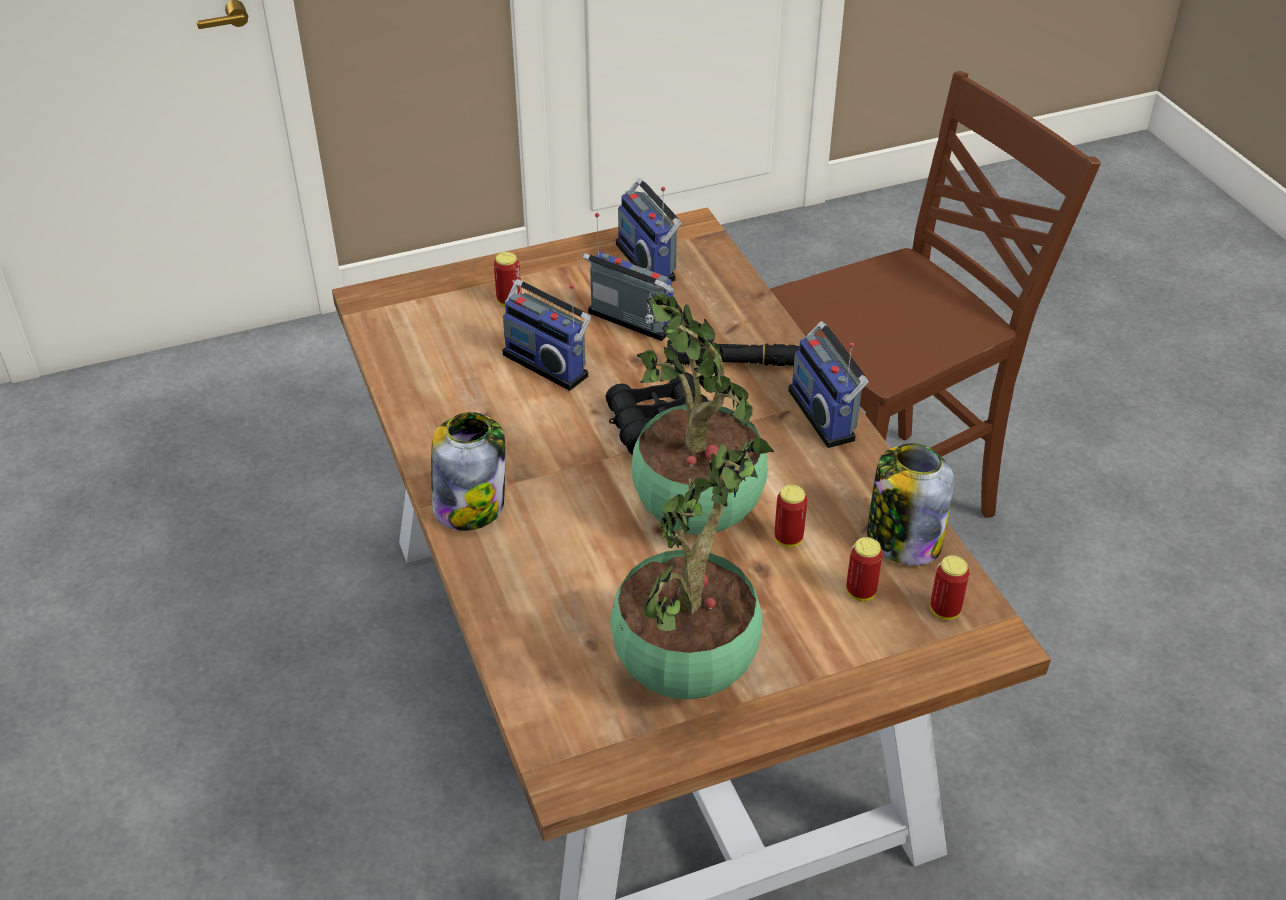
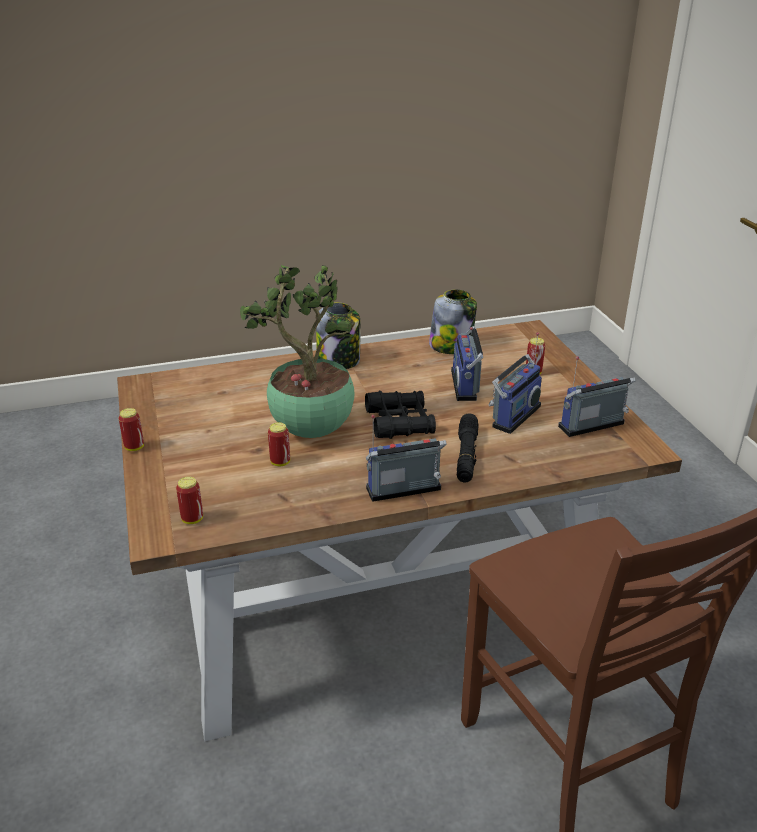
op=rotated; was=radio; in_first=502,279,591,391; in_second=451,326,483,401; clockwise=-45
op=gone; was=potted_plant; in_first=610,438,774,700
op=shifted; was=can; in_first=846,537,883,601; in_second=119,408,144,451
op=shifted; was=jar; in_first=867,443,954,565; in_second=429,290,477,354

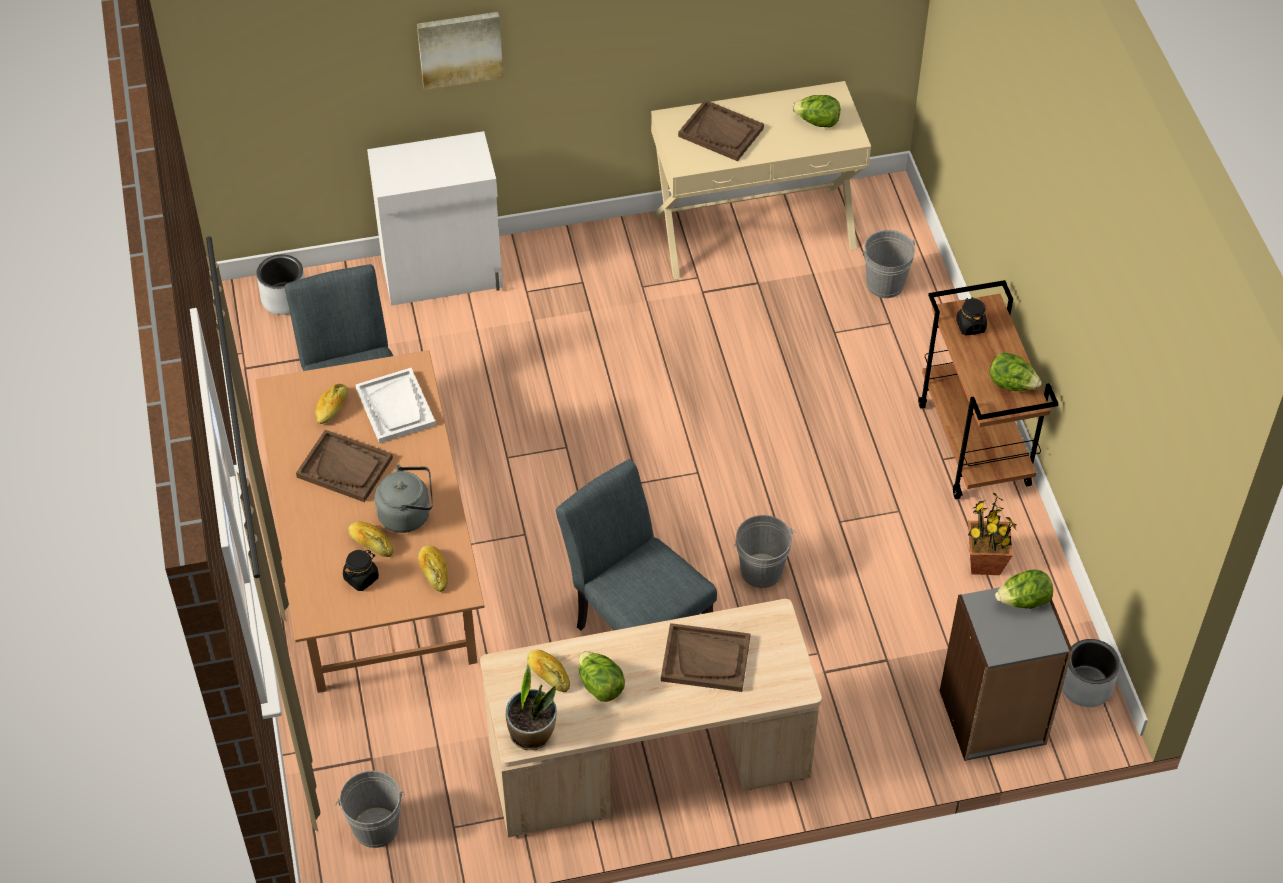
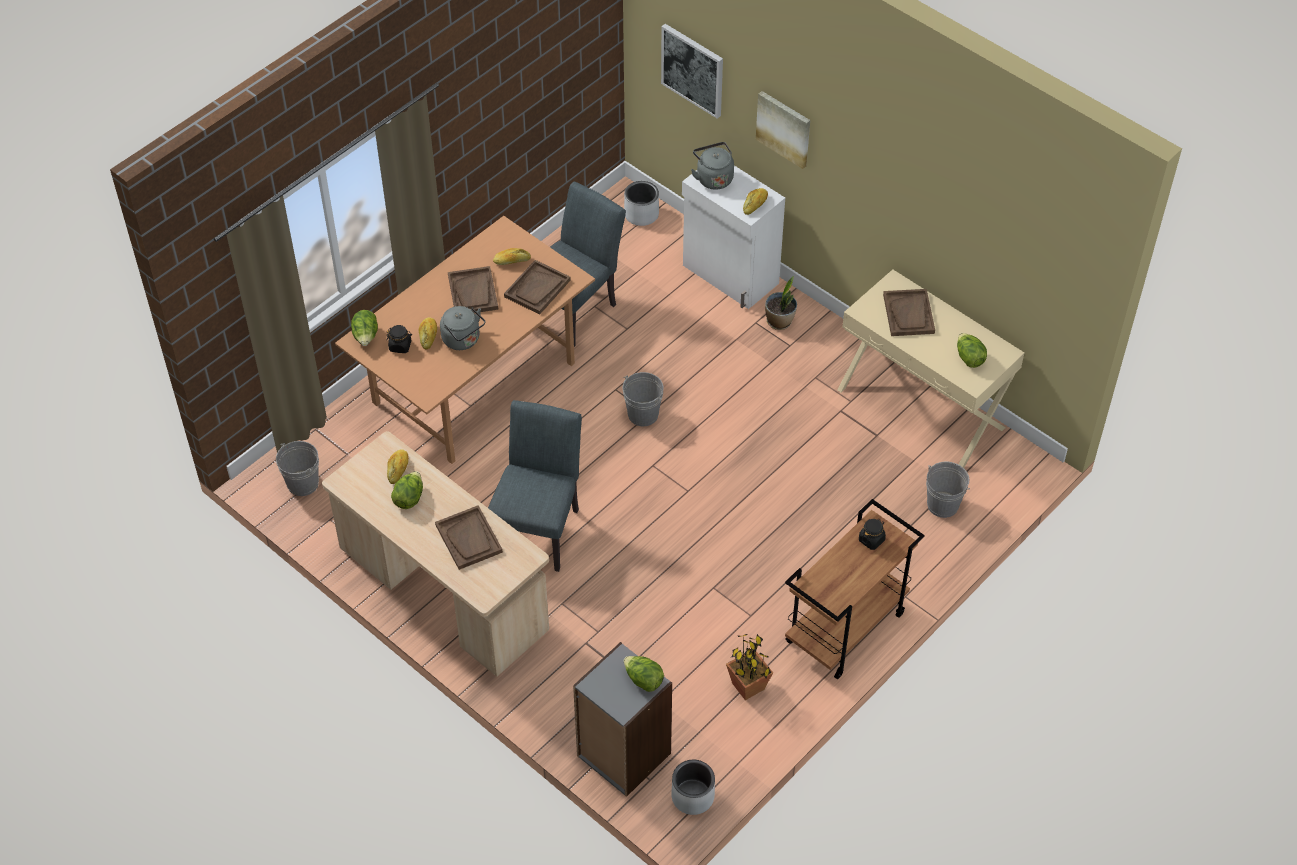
op=repainted; was=white_tray; now=brown_tray; in_first=356,368,436,443; in_second=504,260,571,315
op=shifted; was=bread; in_first=418,546,448,592; in_second=743,188,768,215
op=shifted; was=potted_plant; in_first=506,664,557,750; in_second=765,276,797,330
op=shifted; was=grey_bucket; in_first=734,515,795,588; in_second=623,372,664,426
op=shifted; was=lettuce; in_first=990,352,1042,391; in_second=351,310,378,346
op=new; now=picture; in_second=661,24,723,119
op=new; now=grey_kettle; in_second=691,142,734,190

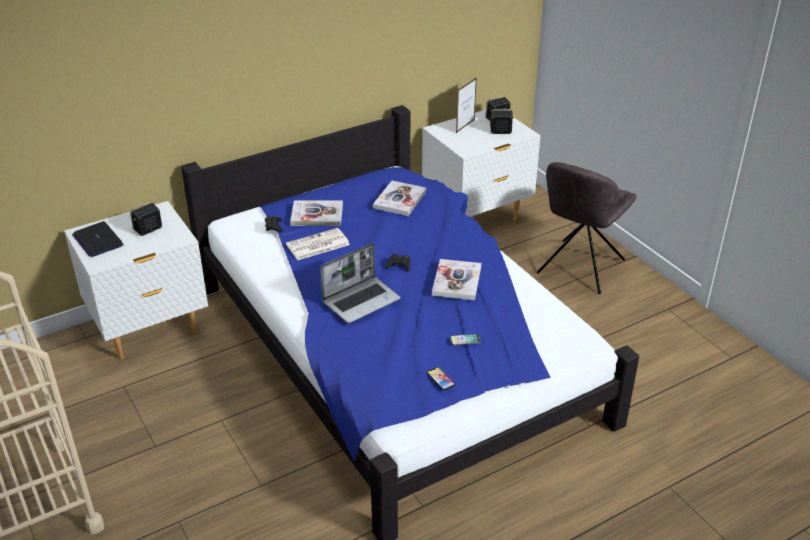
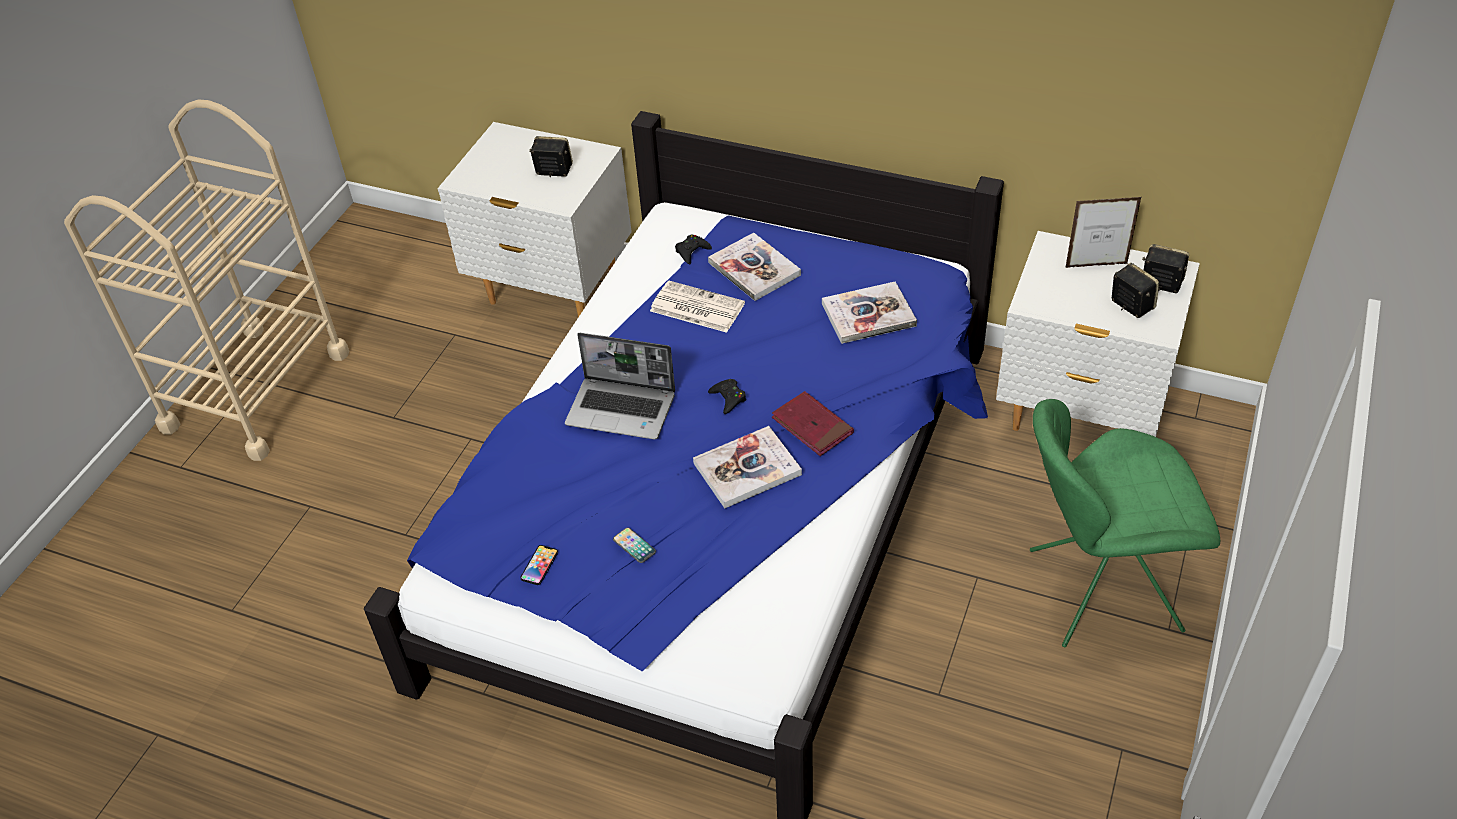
op=gone; was=laptop; in_first=72,221,124,257
op=repainted; was=grey_chair; now=green_chair; in_first=537,162,637,294; in_second=1030,399,1220,647
op=new; now=red_book; in_second=772,391,854,456

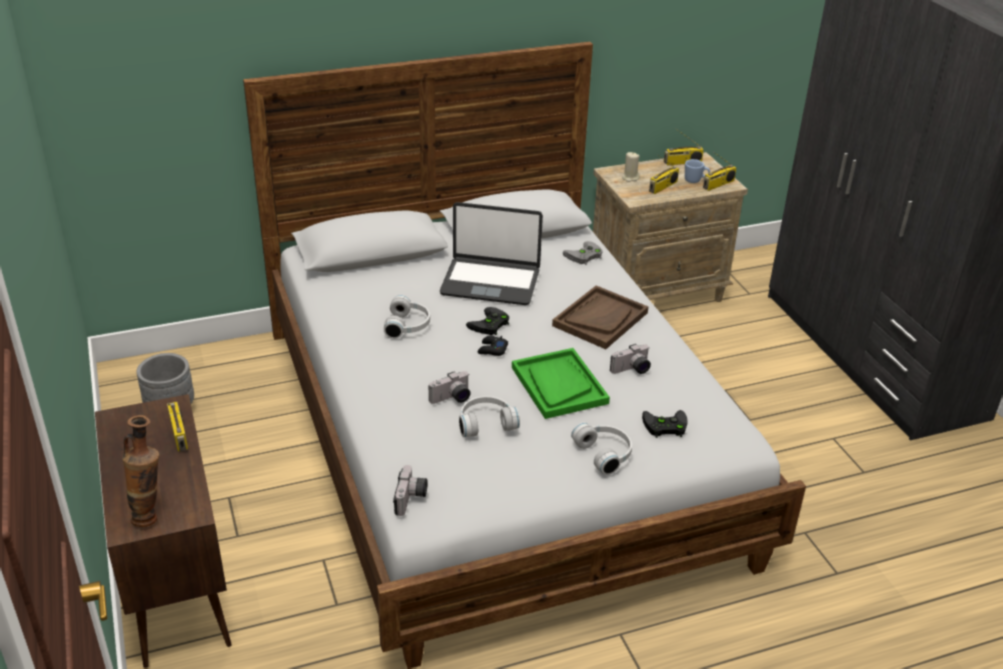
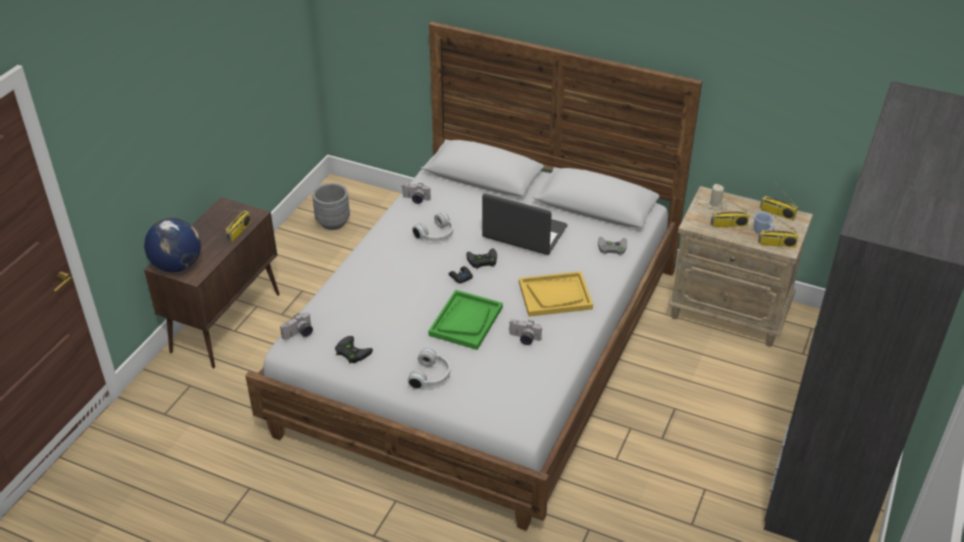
op=swapped; was=vase; now=globe; in_first=122,415,159,527; in_second=144,218,201,272
op=shifted; was=photo_camera; in_first=428,371,470,404; in_second=402,183,431,204
op=rotated; was=laptop; in_first=440,202,543,305; in_second=482,194,567,255; clockwise=150
op=gone; was=white_headphones; in_first=459,396,520,437
op=repainted; was=brown_tray; now=yellow_tray; in_first=552,286,648,349; in_second=519,271,593,317
op=shifted; was=black_game_controller; in_first=642,410,688,438; in_second=335,336,373,364

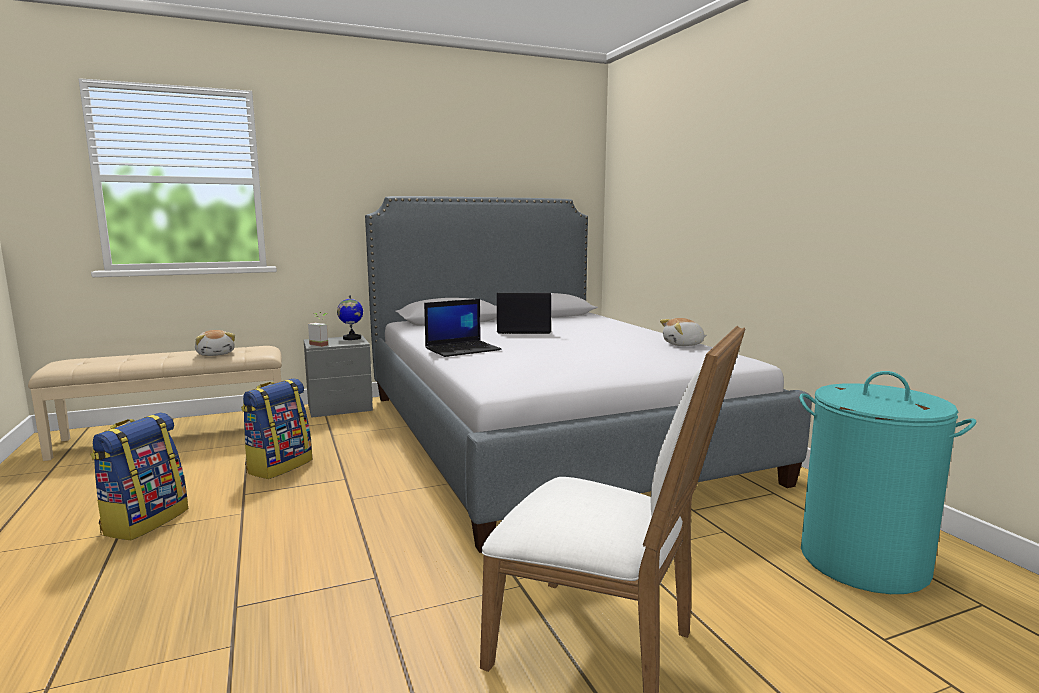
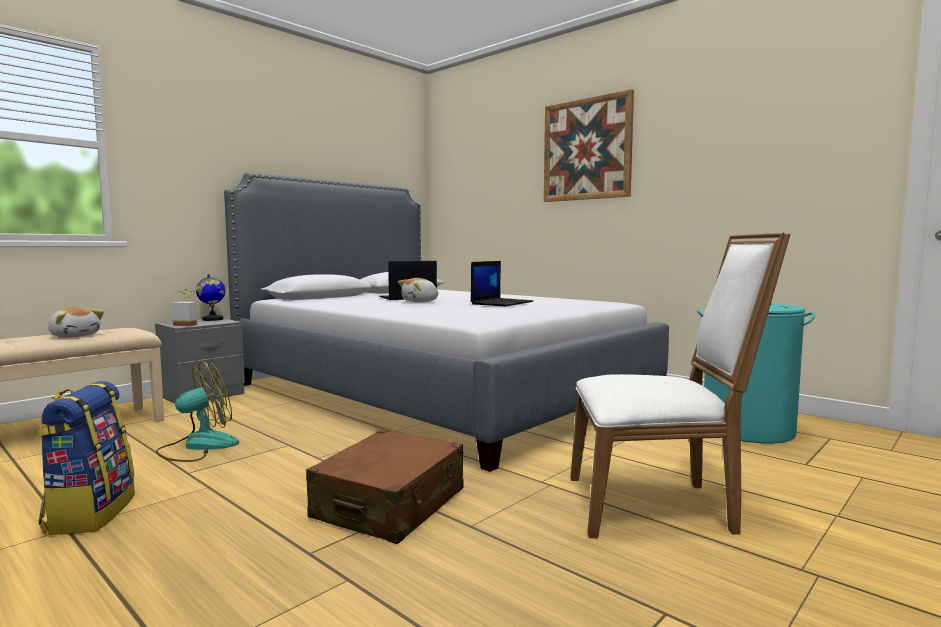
op=swapped; was=backpack; now=fan; in_first=241,378,312,479; in_second=156,361,239,462
op=shifted; was=laptop; in_first=424,299,501,357; in_second=471,261,533,307
op=shifted; was=plush_toy; in_first=660,318,707,346; in_second=398,278,439,302
op=new; now=brown_suitcase; in_second=306,429,464,544
op=new; now=picture; in_second=544,89,634,202

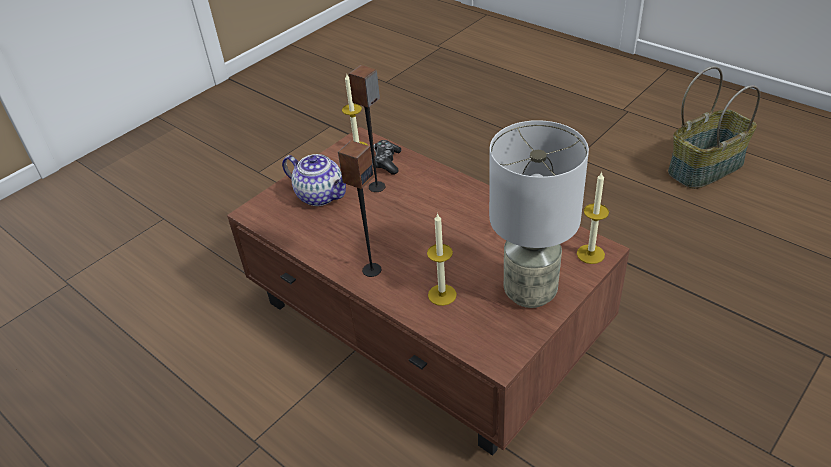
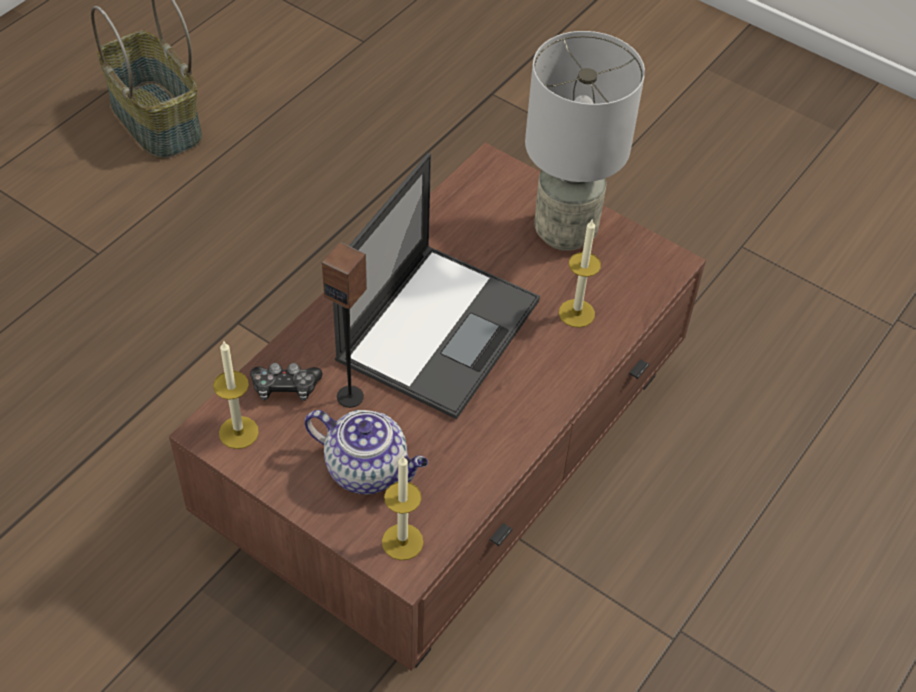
op=rotated; was=teapot; in_first=282,154,346,206; in_second=305,410,428,495; clockwise=90
op=gone; was=speaker; in_first=338,141,381,277
op=shifted; was=candle; in_first=577,171,609,264; in_second=382,456,424,560
op=new; now=laptop; in_second=333,153,540,419

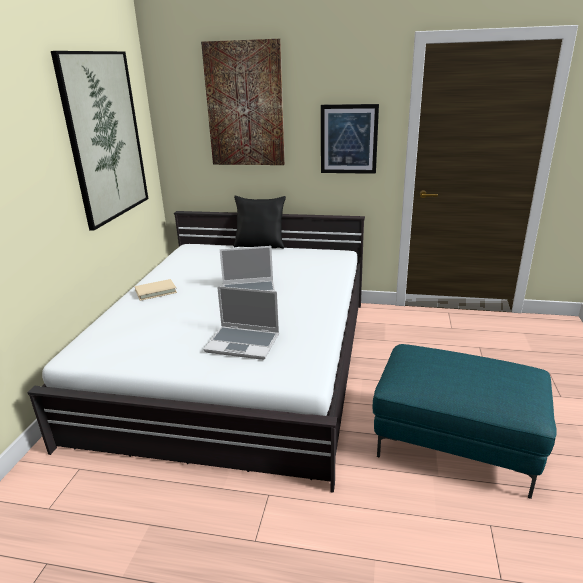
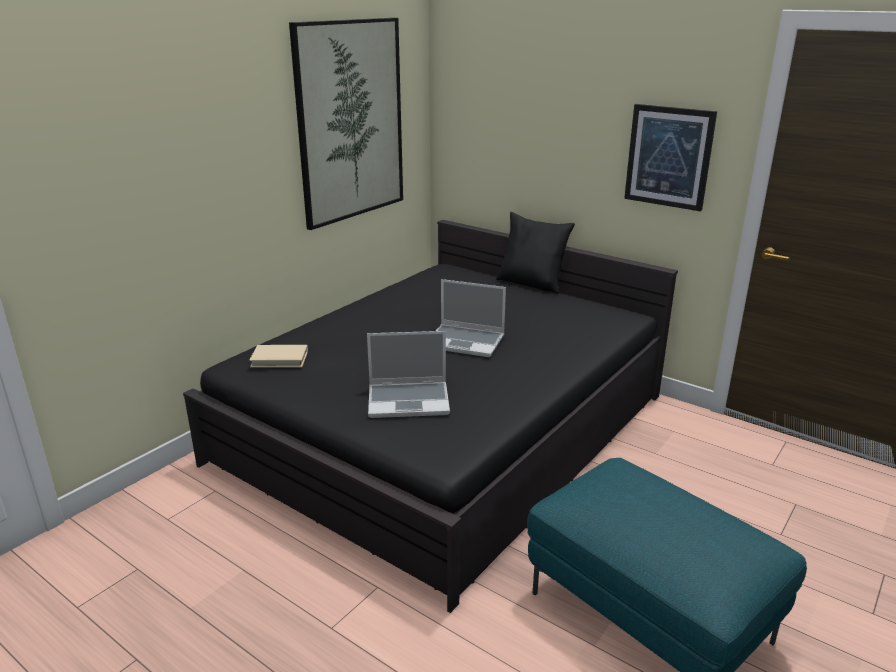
op=repainted; was=white_bed; now=black_bed; in_first=27,211,365,493; in_second=183,220,678,613
op=shifted; was=beige_book; in_first=135,279,177,301; in_second=249,345,308,368
op=gone; was=picture; in_first=201,39,285,165
op=rotated; was=laptop; in_first=203,286,279,360; in_second=367,331,450,418; clockwise=-45

